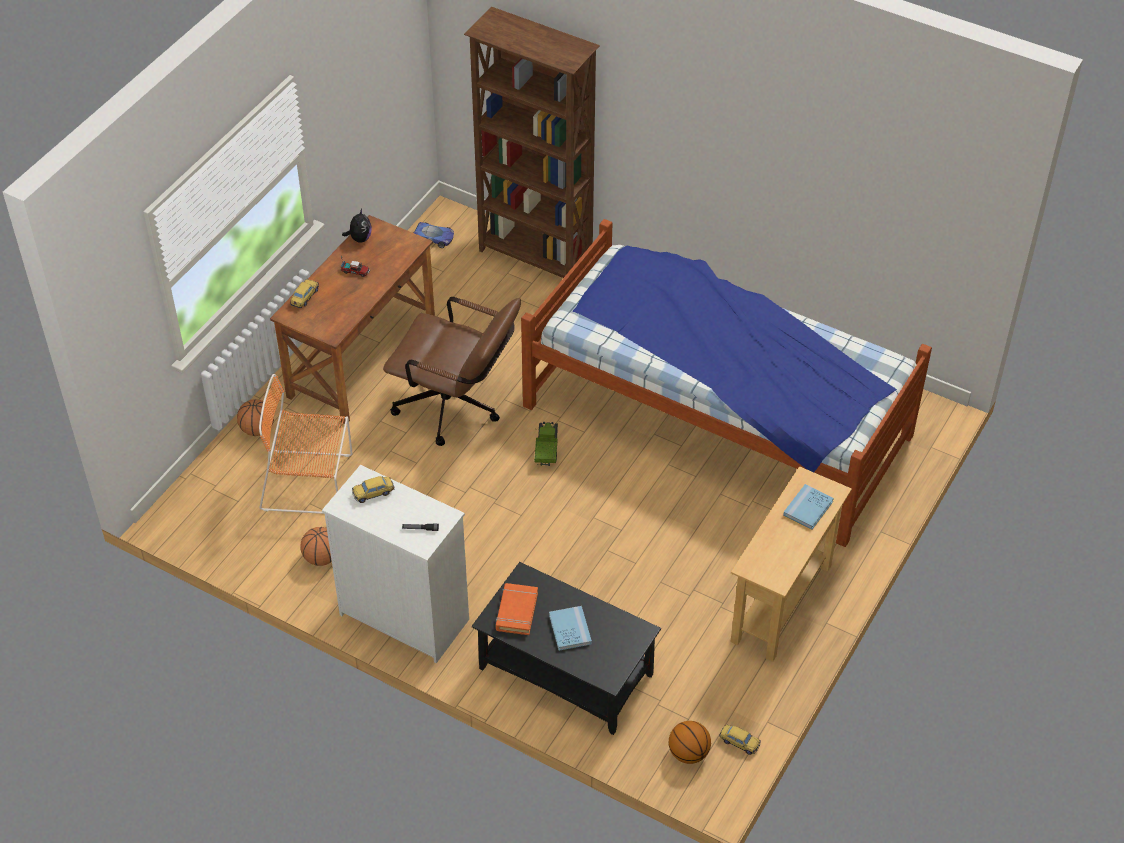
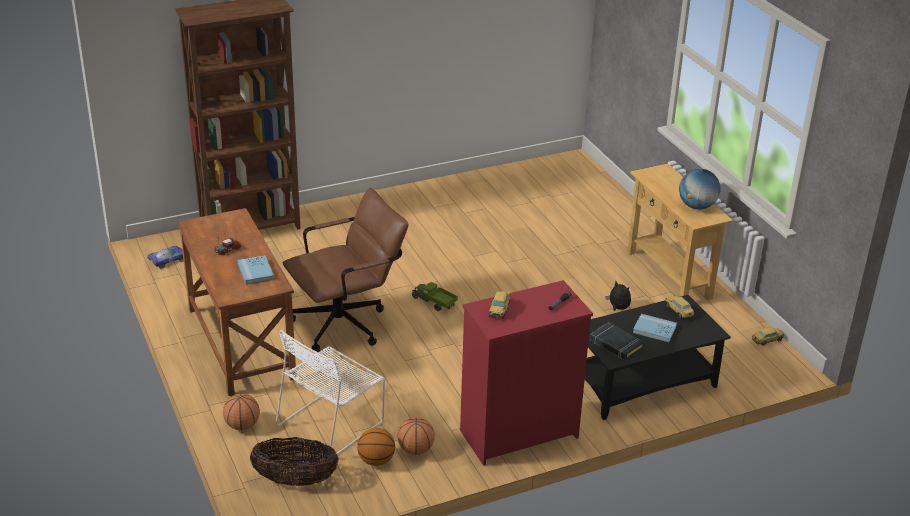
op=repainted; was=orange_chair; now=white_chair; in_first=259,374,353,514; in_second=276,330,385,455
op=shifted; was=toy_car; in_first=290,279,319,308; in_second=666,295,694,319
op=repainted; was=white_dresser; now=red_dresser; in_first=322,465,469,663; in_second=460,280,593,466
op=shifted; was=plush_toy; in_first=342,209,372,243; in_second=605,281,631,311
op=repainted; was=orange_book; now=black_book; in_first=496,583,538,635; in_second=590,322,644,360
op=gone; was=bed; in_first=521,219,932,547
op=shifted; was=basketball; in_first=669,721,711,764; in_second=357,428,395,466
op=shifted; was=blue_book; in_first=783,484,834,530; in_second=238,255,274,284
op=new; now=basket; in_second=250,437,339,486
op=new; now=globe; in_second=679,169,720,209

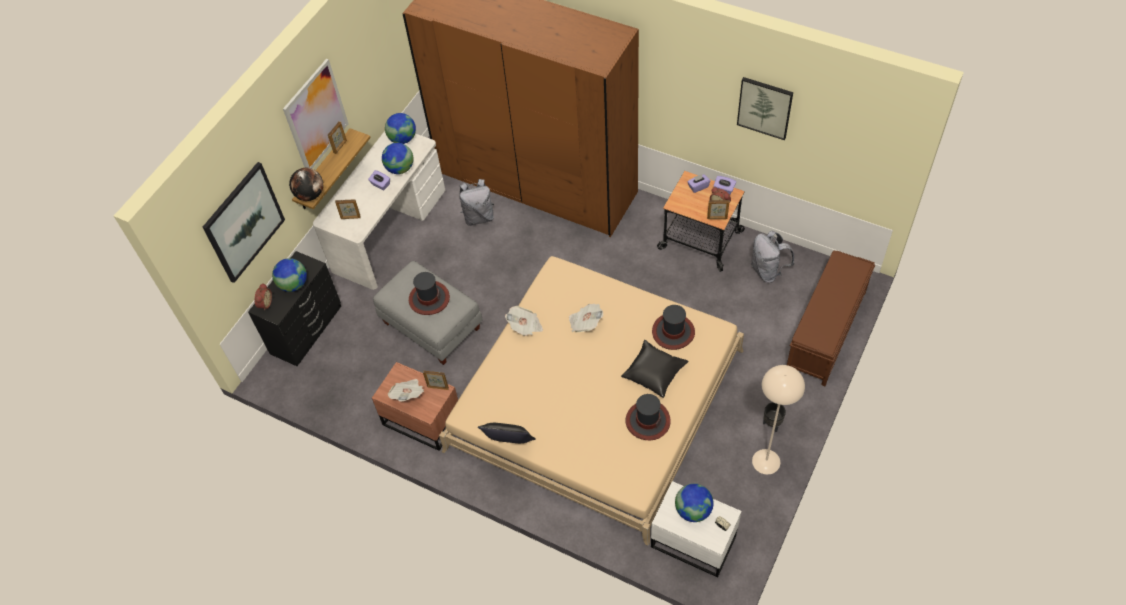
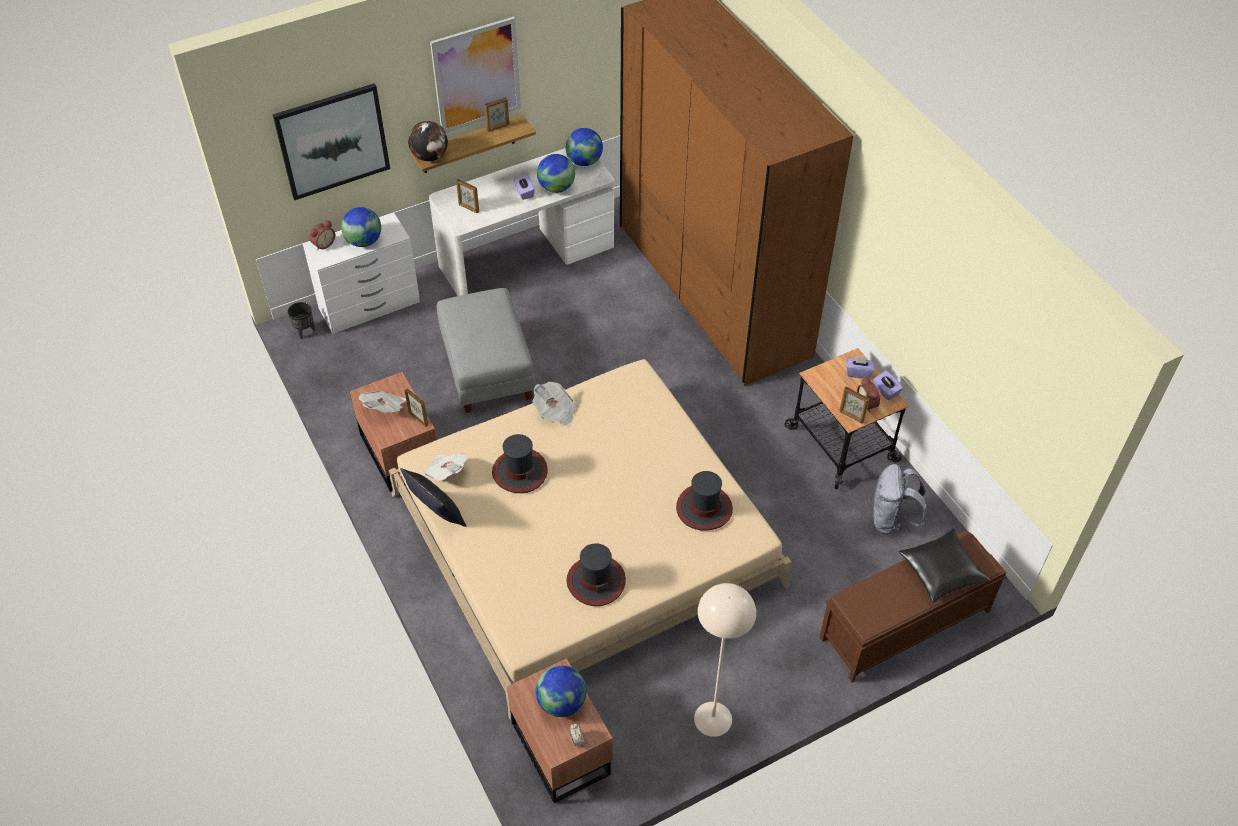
op=repainted; was=black_dresser; now=white_dresser; in_first=248,251,341,366; in_second=303,212,420,334
op=shifted; was=hat; in_first=409,272,450,315; in_second=492,434,548,493
op=gone; was=grey_backpack; in_first=459,179,494,226
op=shifted; was=newspaper; in_first=569,304,603,332; in_second=423,453,468,481
op=shifted; was=black_pillow; in_first=621,340,688,398; in_second=899,529,991,602
op=repainted; was=white_nightstand; now=brown_nightstand; in_first=651,481,742,577; in_second=507,658,613,803
op=gone; was=picture; in_first=737,77,793,140
op=shifted; was=black_planter; in_first=763,402,786,432; in_second=288,302,315,339

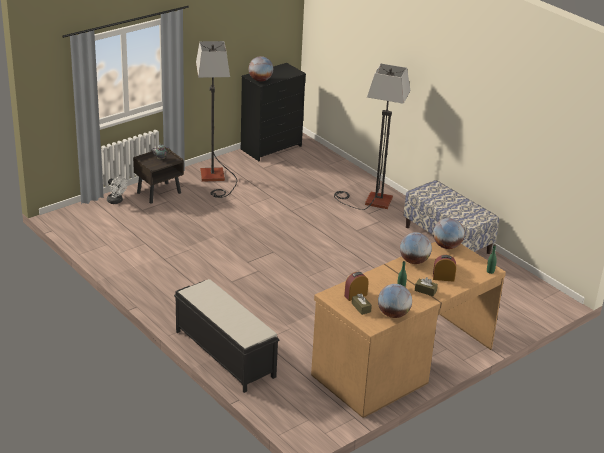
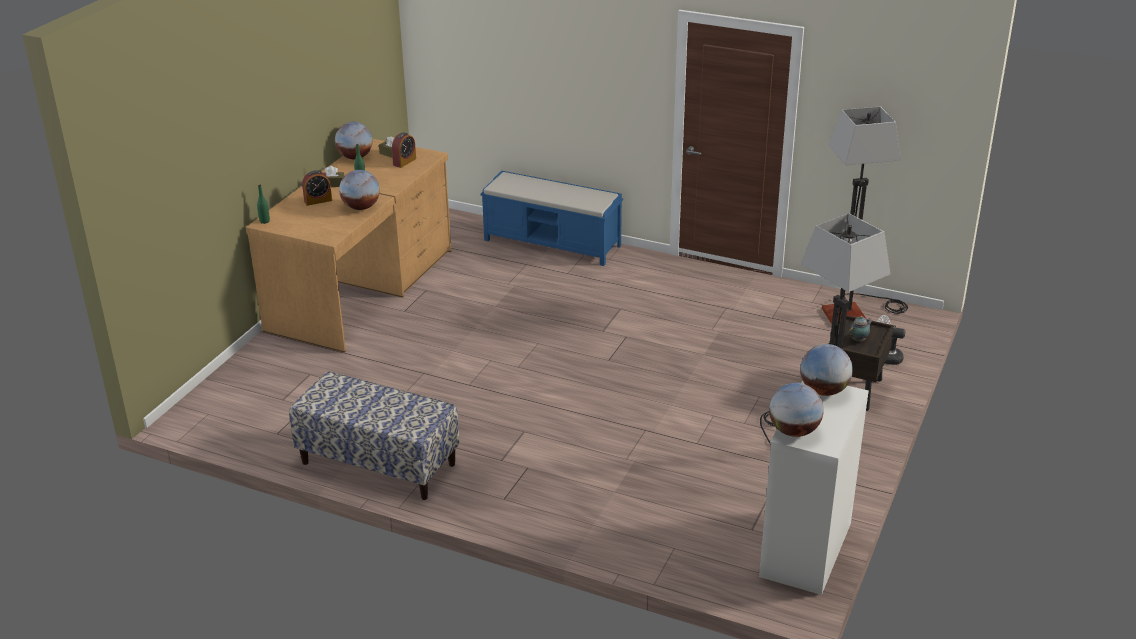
op=repainted; was=black_bench; now=blue_bench; in_first=174,279,280,393; in_second=480,171,623,266
op=repainted; was=black_dresser; now=white_dresser; in_first=241,63,306,161; in_second=759,380,869,595
op=shifted; was=floor_lamp; in_first=334,64,411,210; in_second=822,107,908,324
op=shifted; was=globe; in_first=433,218,465,249; in_second=769,383,824,437

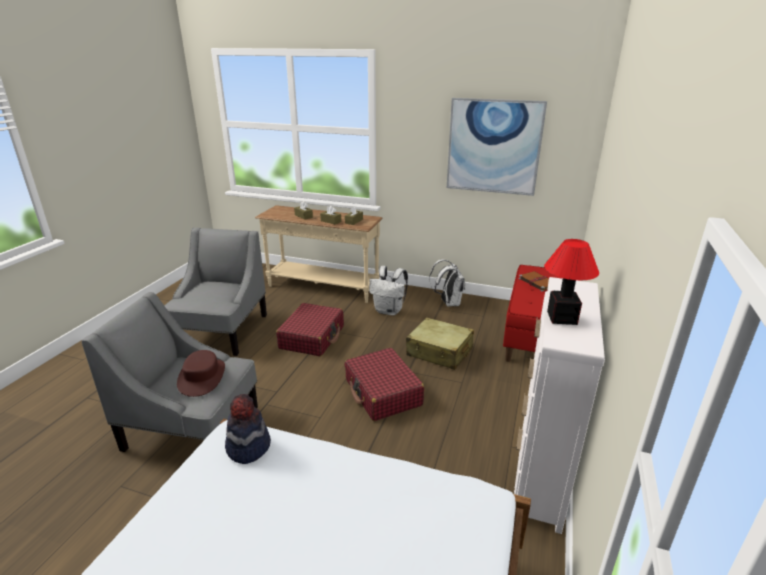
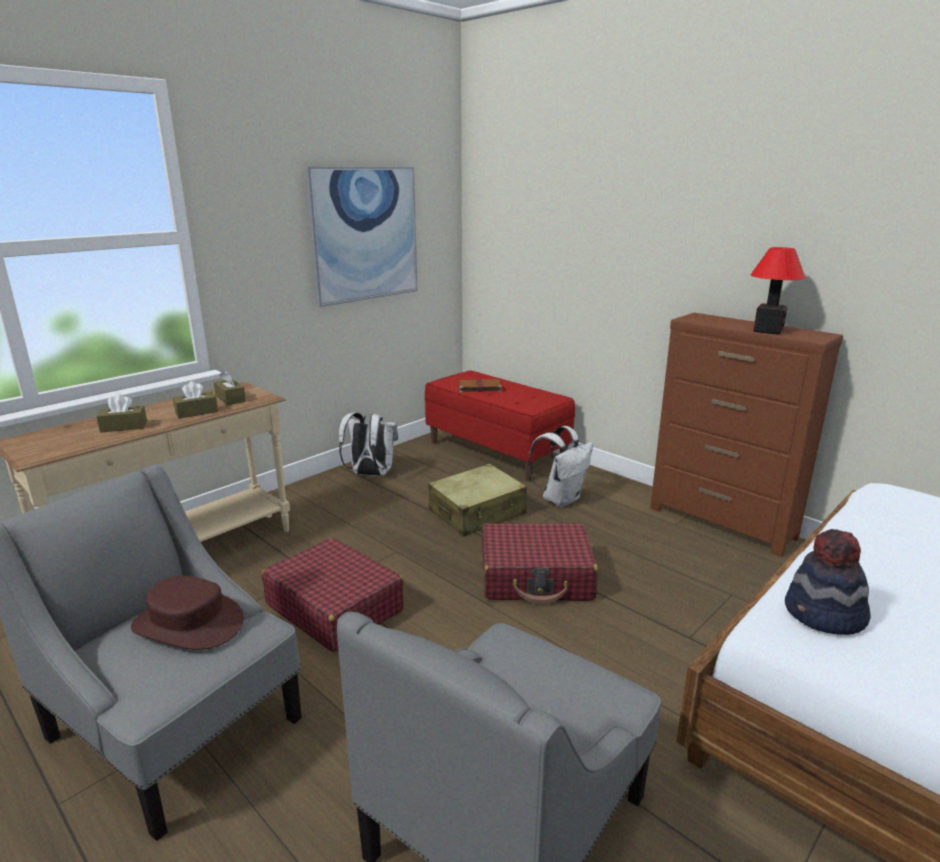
op=shifted; was=brown_hat; in_first=177,350,225,397; in_second=131,576,244,650
op=shifted; was=white_backpack; in_first=369,266,408,316; in_second=528,426,593,507
op=repainted; was=white_dresser; now=brown_dresser; in_first=514,277,605,534; in_second=650,313,843,557

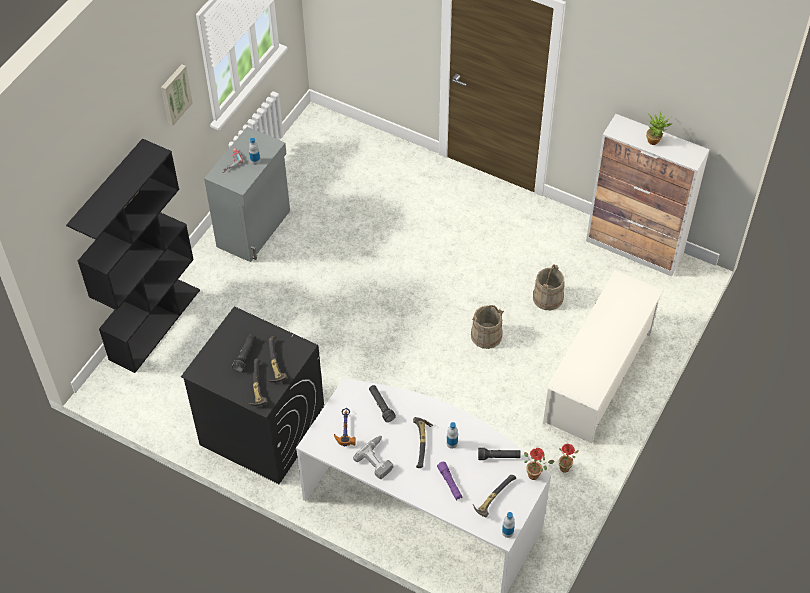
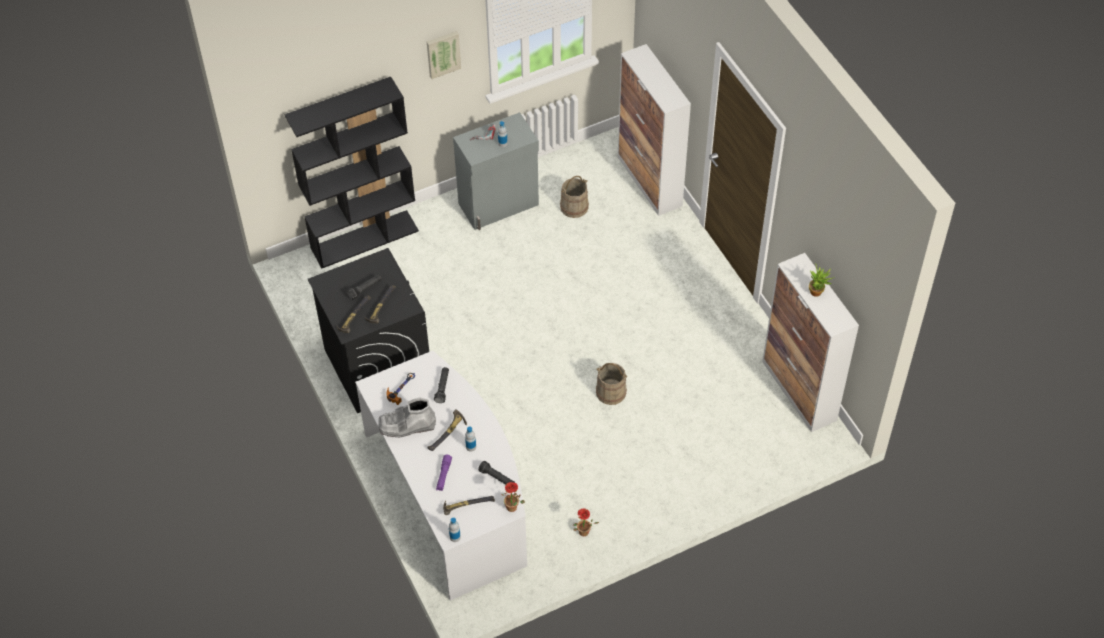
op=swapped; was=power_drill; now=grey_boot; in_first=353,436,393,479; in_second=378,398,436,437
op=shifted; was=beige_bucket; in_first=533,265,564,310; in_second=560,176,589,218
op=gone; was=white_shoe_rack; in_first=543,270,664,444
op=new; now=cabinet; in_second=618,44,691,216

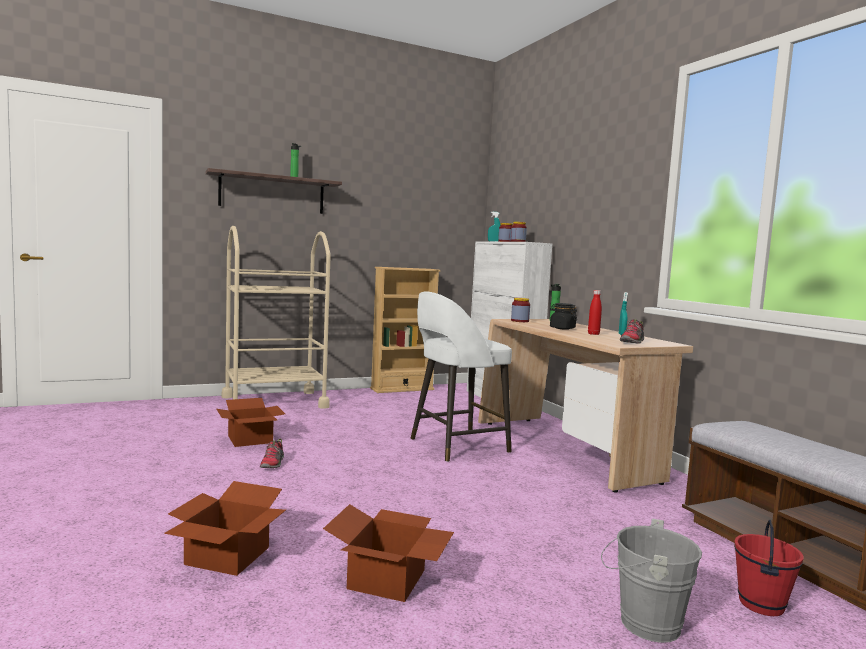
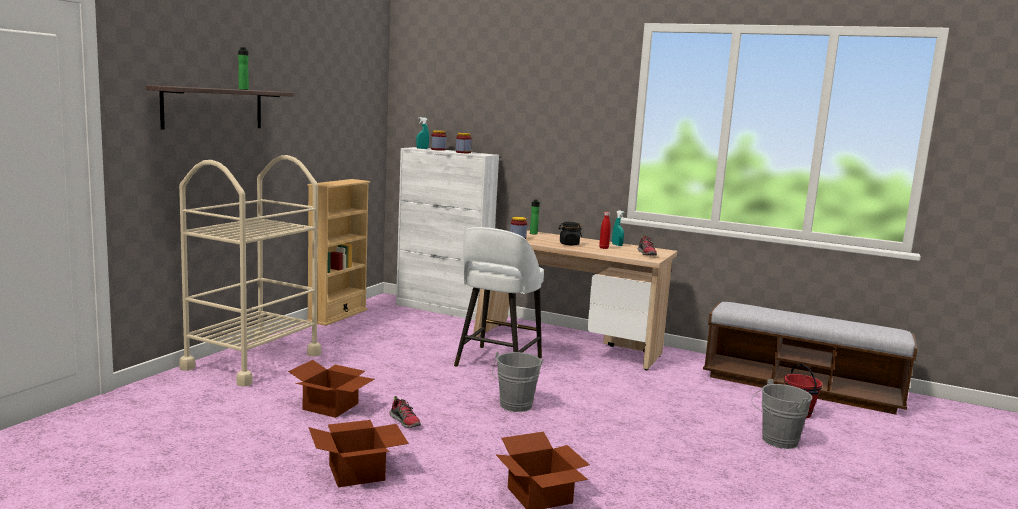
op=shifted; was=cardboard_box; in_first=323,504,454,602; in_second=308,420,409,487
op=new; now=grey_bucket; in_second=492,351,543,412

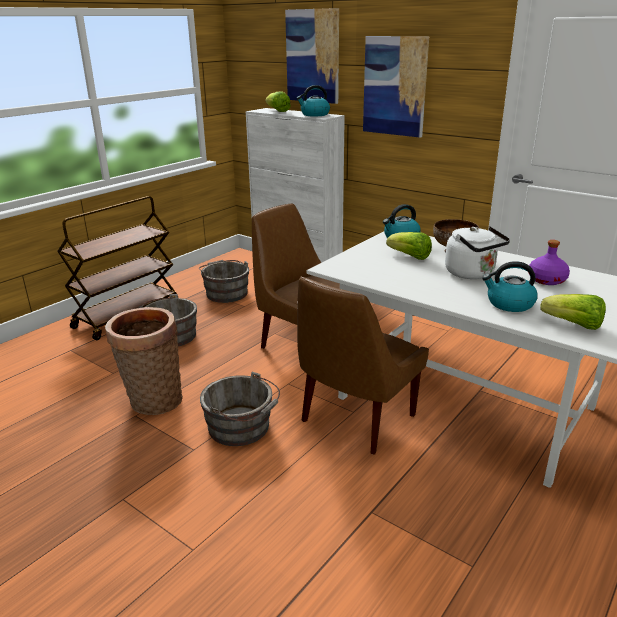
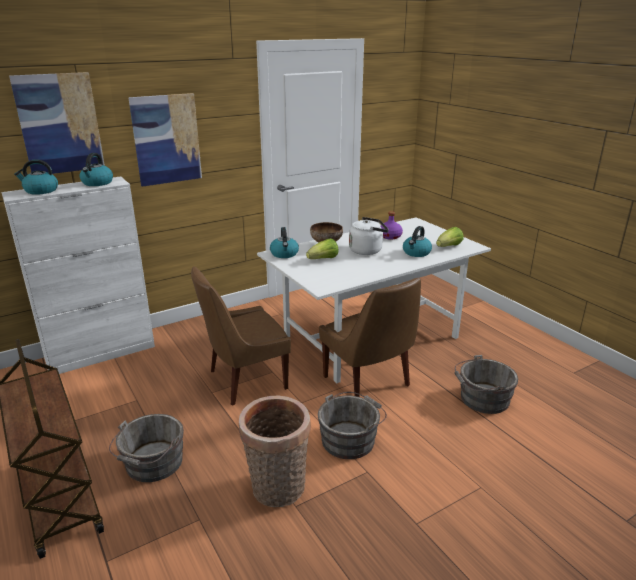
op=shifted; was=grey_bucket; in_first=199,260,249,303; in_second=455,355,518,414
op=swapped; was=lettuce; now=kettle; in_first=266,91,291,112; in_second=14,159,58,195

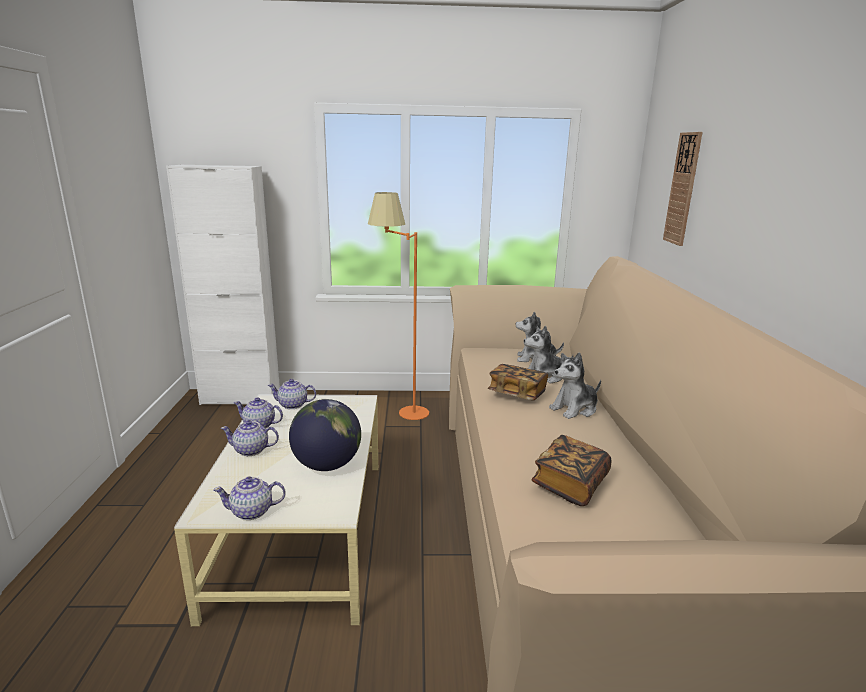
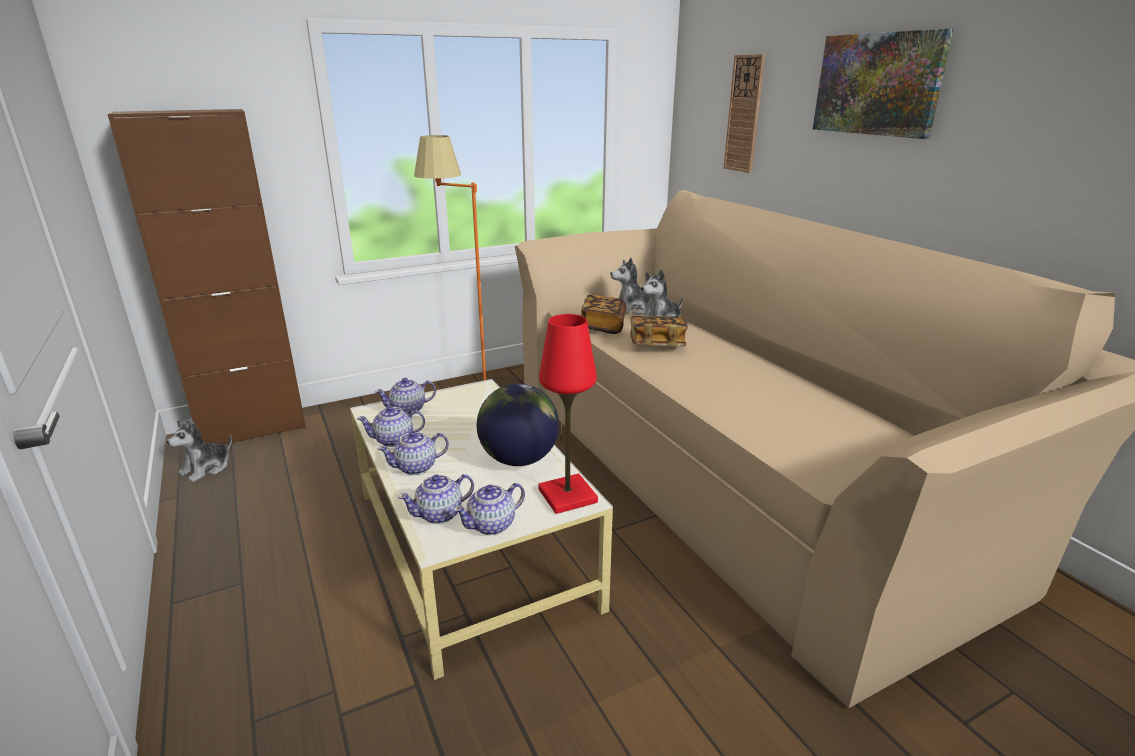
op=repainted; was=white_cabinet; now=brown_cabinet; in_first=166,165,280,405; in_second=108,109,306,445
op=shifted; was=book; in_first=532,435,611,506; in_second=581,295,626,334
op=shifted; was=plush_toy; in_first=549,352,601,419; in_second=167,419,232,482
op=new; now=teapot; in_second=398,474,474,524
op=new; now=red_table_lamp; in_second=539,314,598,514
op=new; now=picture; in_second=813,28,954,139

